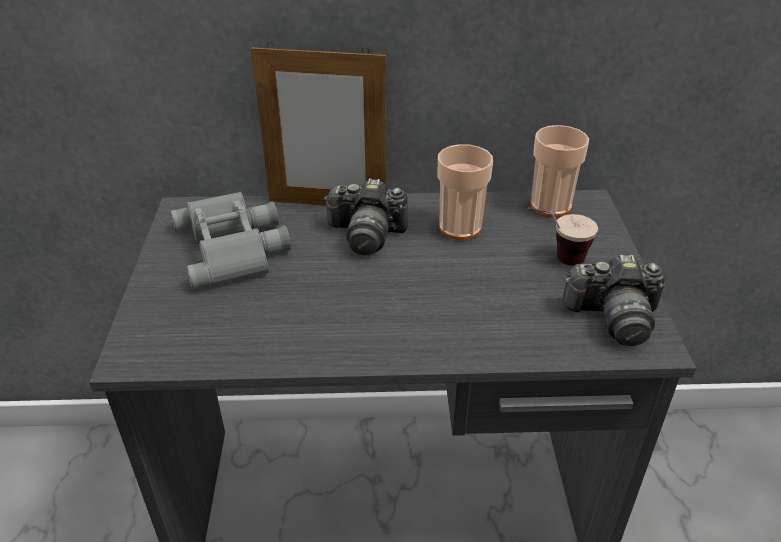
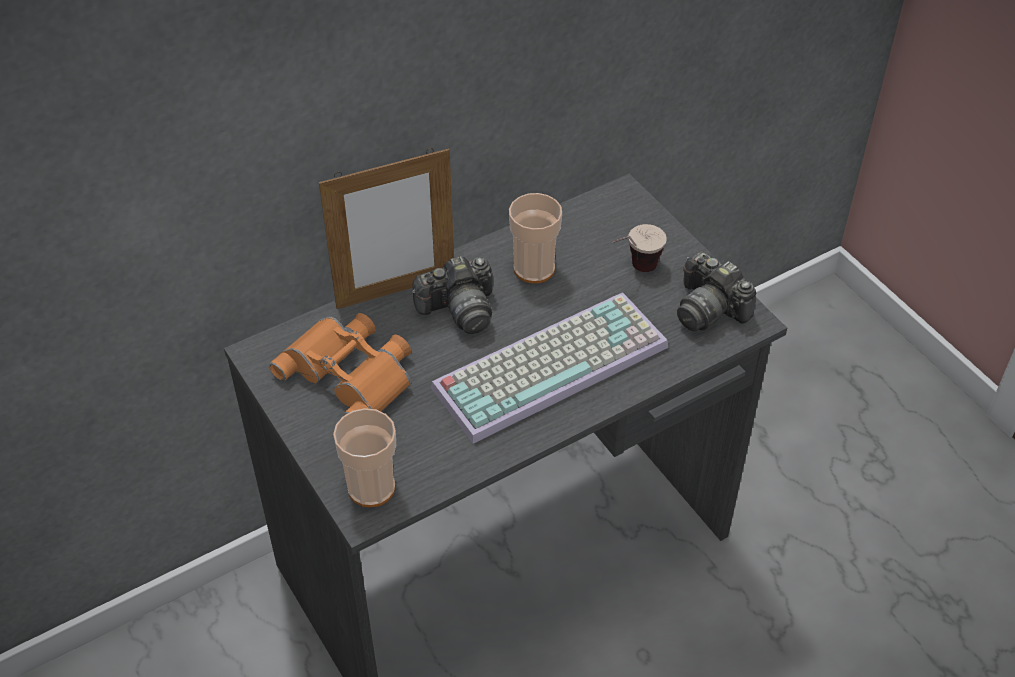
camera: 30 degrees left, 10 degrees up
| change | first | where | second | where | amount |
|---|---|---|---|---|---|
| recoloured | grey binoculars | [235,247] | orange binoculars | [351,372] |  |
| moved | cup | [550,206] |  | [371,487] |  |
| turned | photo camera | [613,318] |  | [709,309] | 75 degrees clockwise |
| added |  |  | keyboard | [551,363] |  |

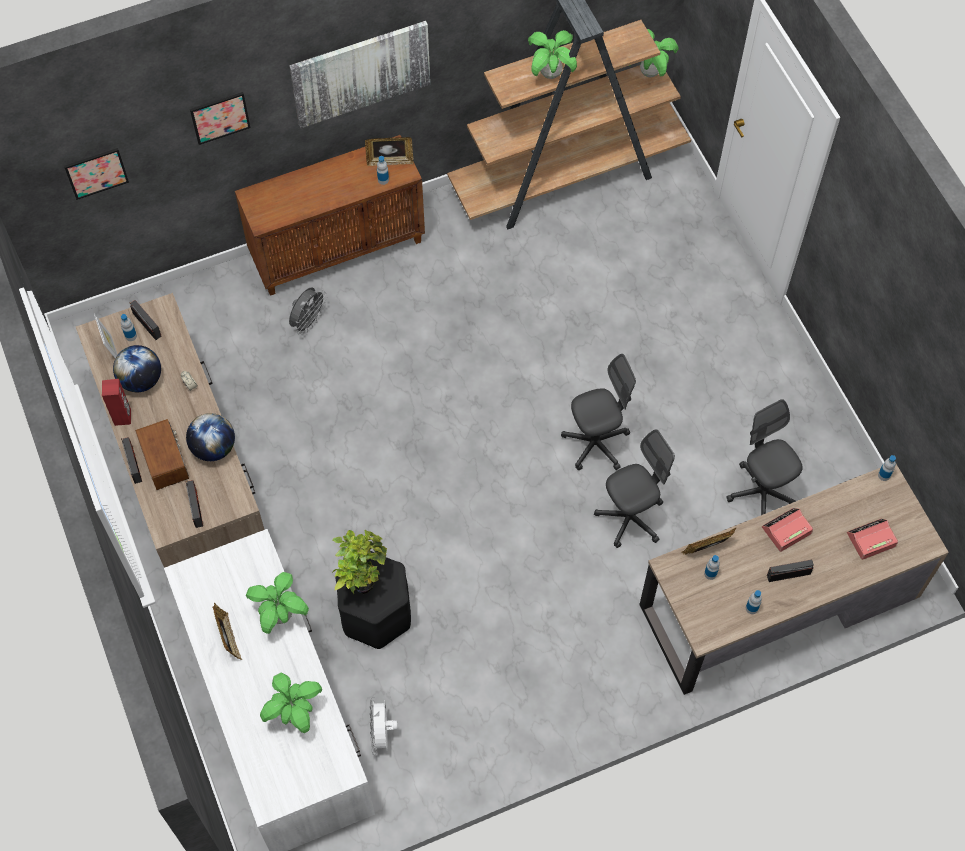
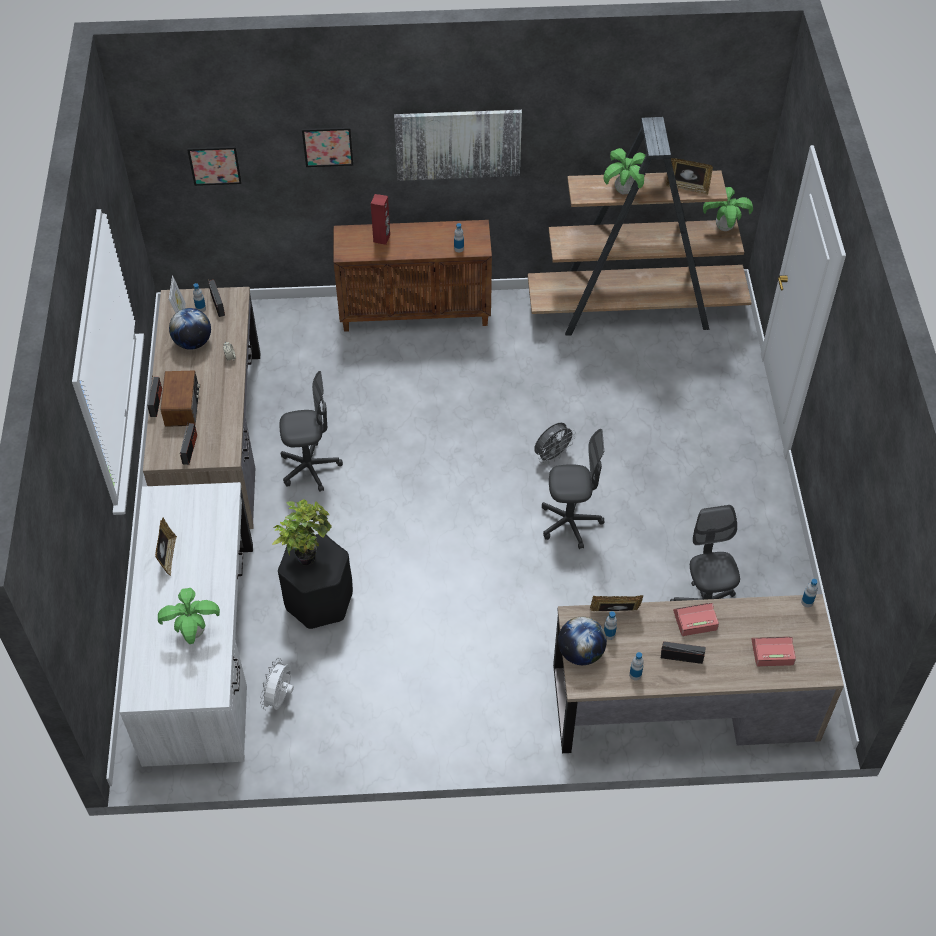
camera: 20 degrees right, 10 degrees down
| change | first | where | second | where | amount |
|---|---|---|---|---|---|
| moved | red speaker | [123,417] |  | [382,238] |  |
| moved | globe | [214,448] |  | [580,653] |  |
| removed | potted plant | [280,615] |  |  |  |
| moved | grey fan | [308,321] |  | [552,455] |  |
| moved | picture frame | [390,161] |  | [687,187] |  |
| moved | grey office chair | [630,518] |  | [310,468] |  |

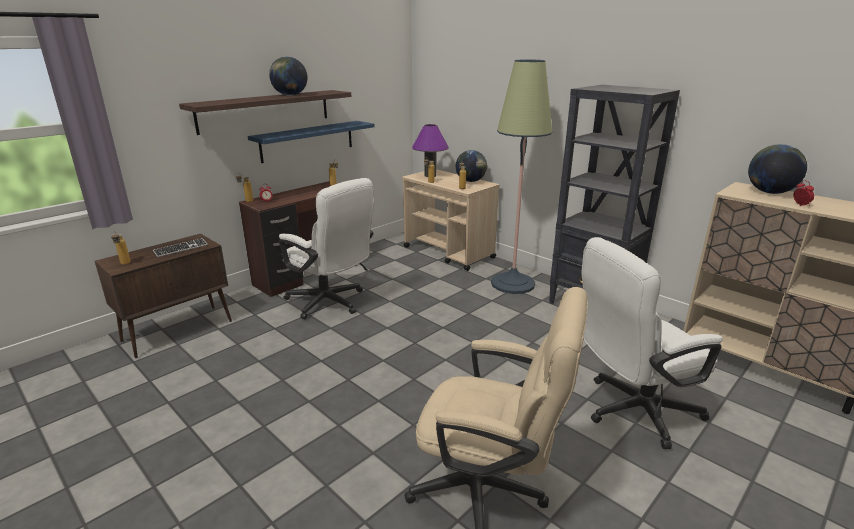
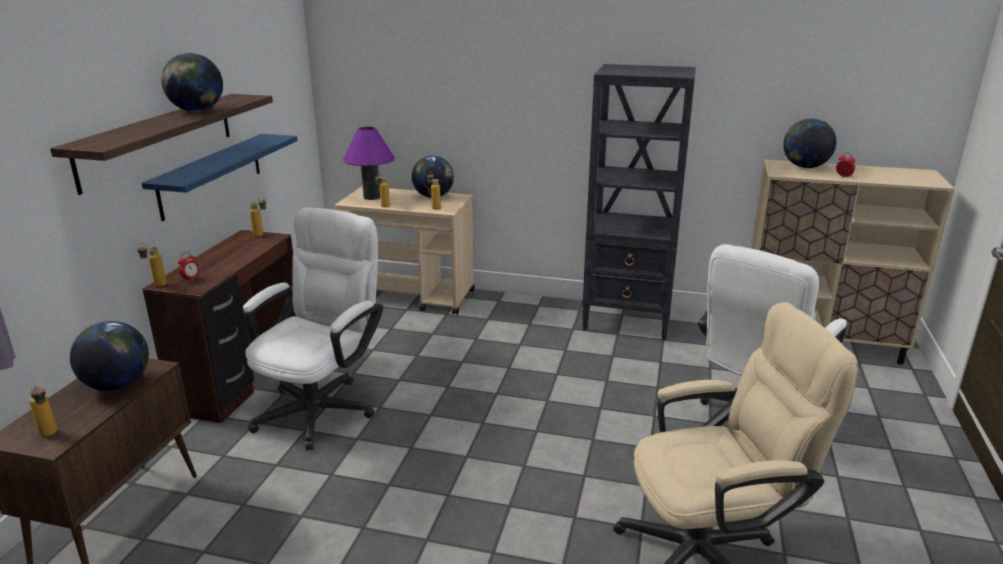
camera: 30 degrees left, 0 degrees up
| change | first | where | second | where | amount |
|---|---|---|---|---|---|
| replaced | keyboard | [181,249] | globe | [117,385] |  |
| turned | white office chair | [331,303] |  | [322,406] | 75 degrees counterclockwise |
| removed | floor lamp | [512,283] |  |  |  |

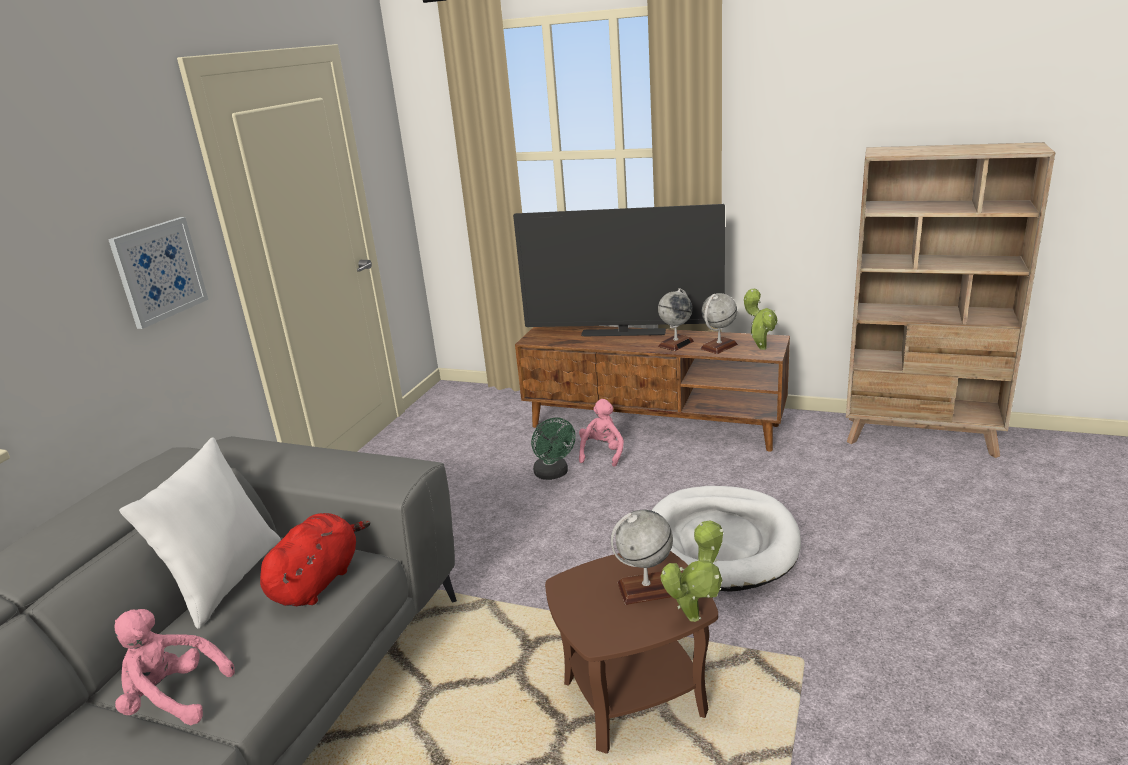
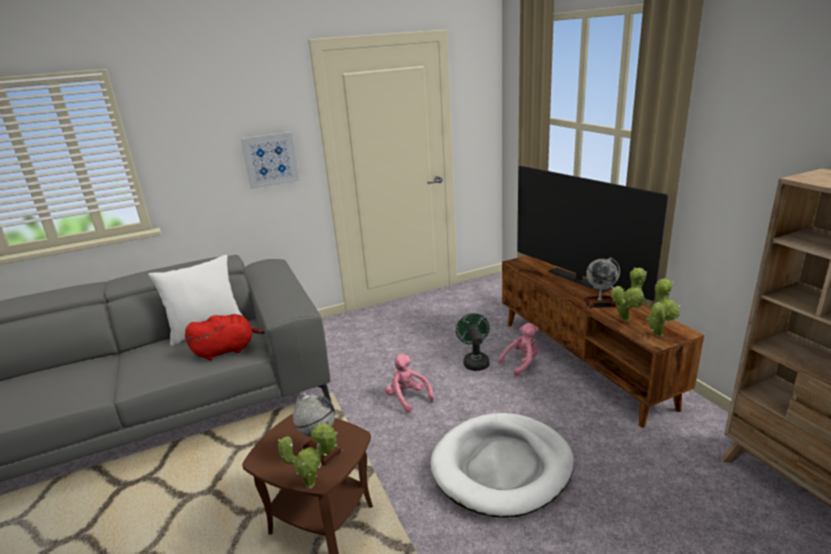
camera: 45 degrees right, 0 degrees up
| change | first | where | second | where | amount |
|---|---|---|---|---|---|
| moved | pink plush toy | [173,698] |  | [408,398] |  |
| turned | green fan | [553,474] |  | [475,361] | 150 degrees clockwise |
| replaced | globe | [719,346] | potted plant | [626,318] |  |

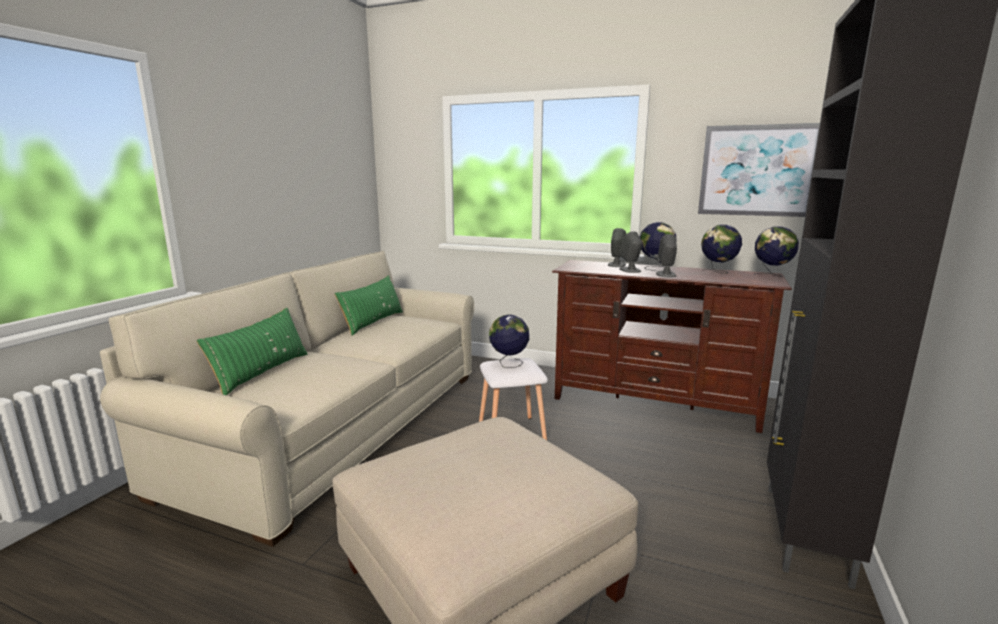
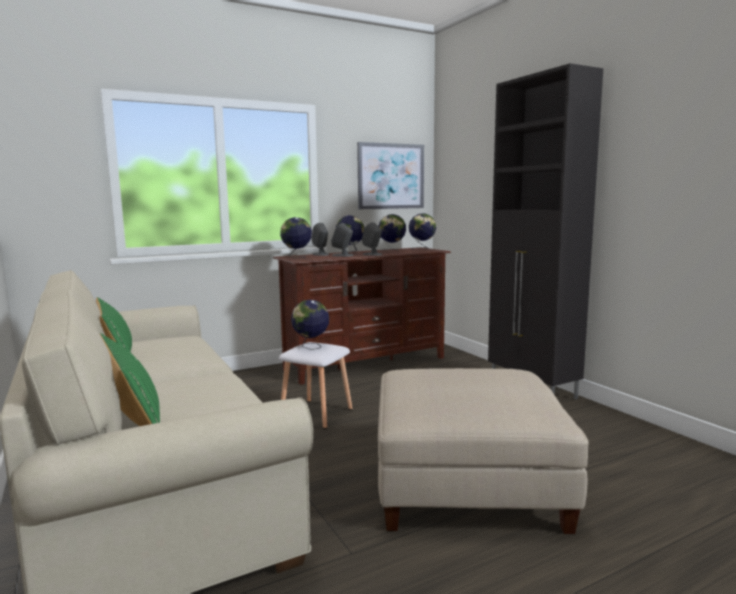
camera: 50 degrees left, 5 degrees down
| change | first | where | second | where | amount |
|---|---|---|---|---|---|
| added |  |  | globe | [296,257] |  |

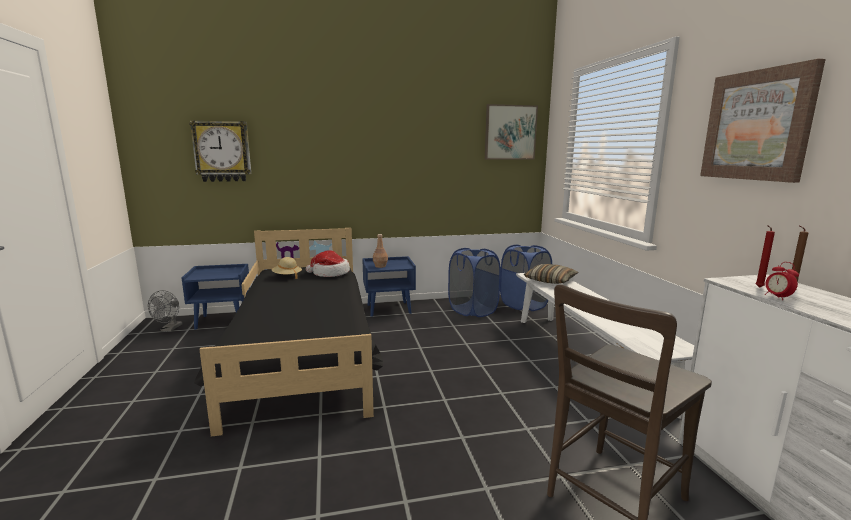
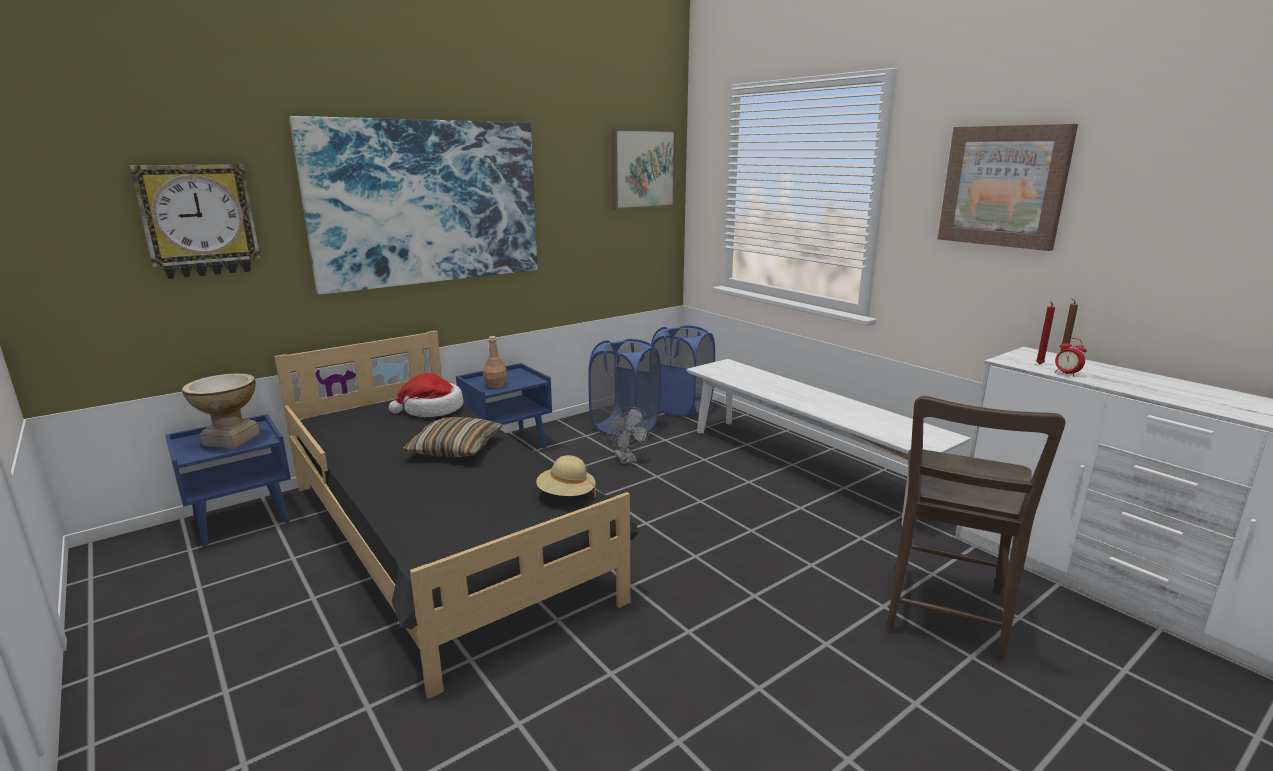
camera: 25 degrees left, 5 degrees up
| change | first | where | second | where | amount |
|---|---|---|---|---|---|
| moved | grey fan | [169,329] |  | [627,460] |  |
| moved | beige hat | [287,276] |  | [566,495] |  |
| moved | pillow | [550,280] |  | [455,448] |  |
| added |  |  | vase | [231,440] |  |
| added |  |  | picture | [428,202] |  |

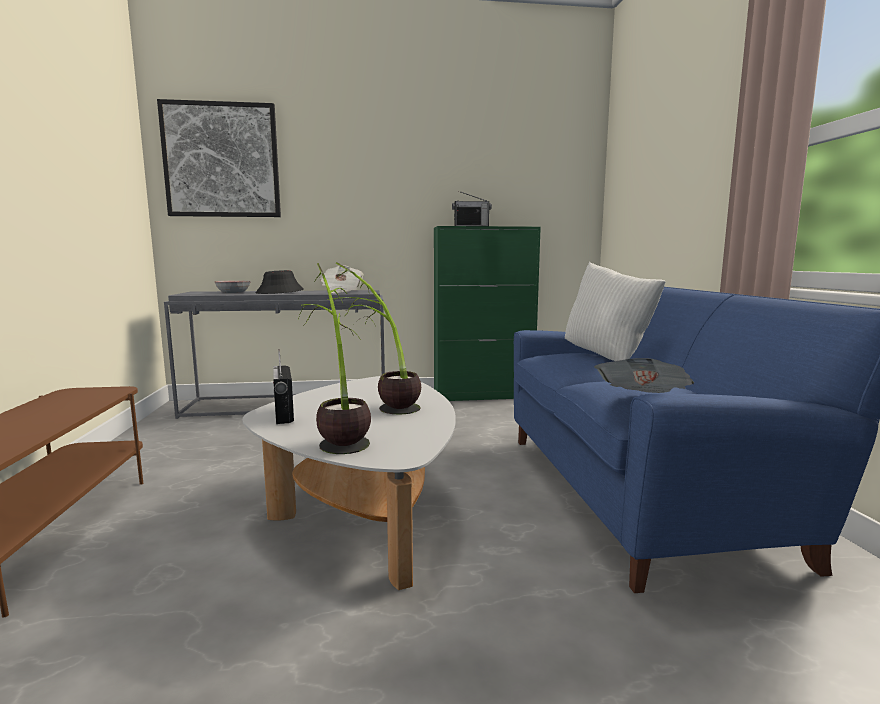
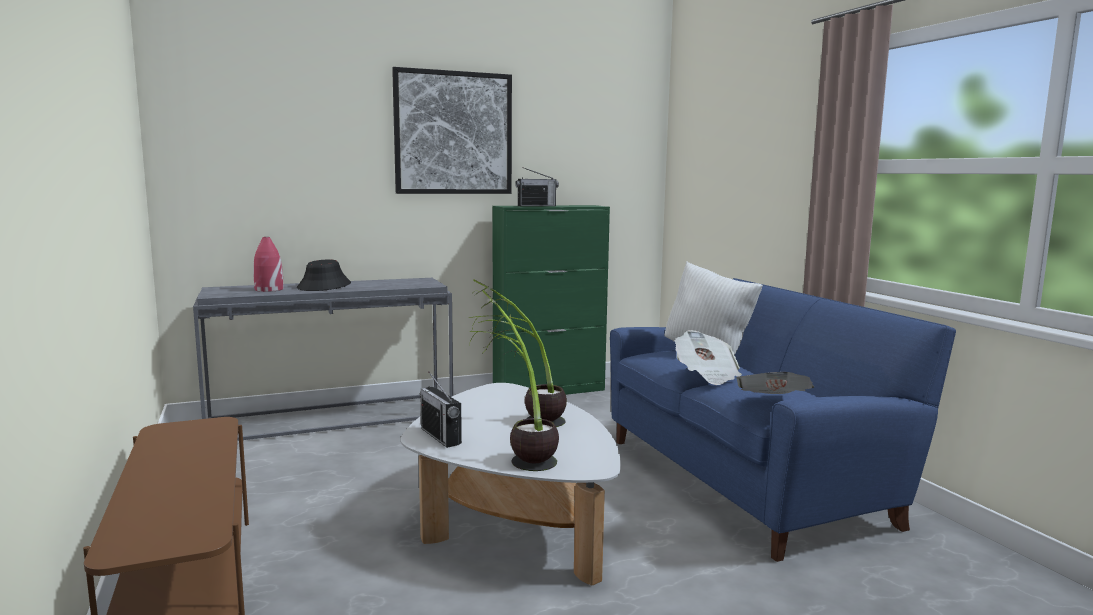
camera: 15 degrees left, 0 degrees up
| change | first | where | second | where | amount |
|---|---|---|---|---|---|
| moved | picture | [222,160] |  | [453,133] |  |
| replaced | bowl | [233,292] | red vase | [268,289] |  |
| moved | newspaper | [341,291] |  | [706,375] |  |

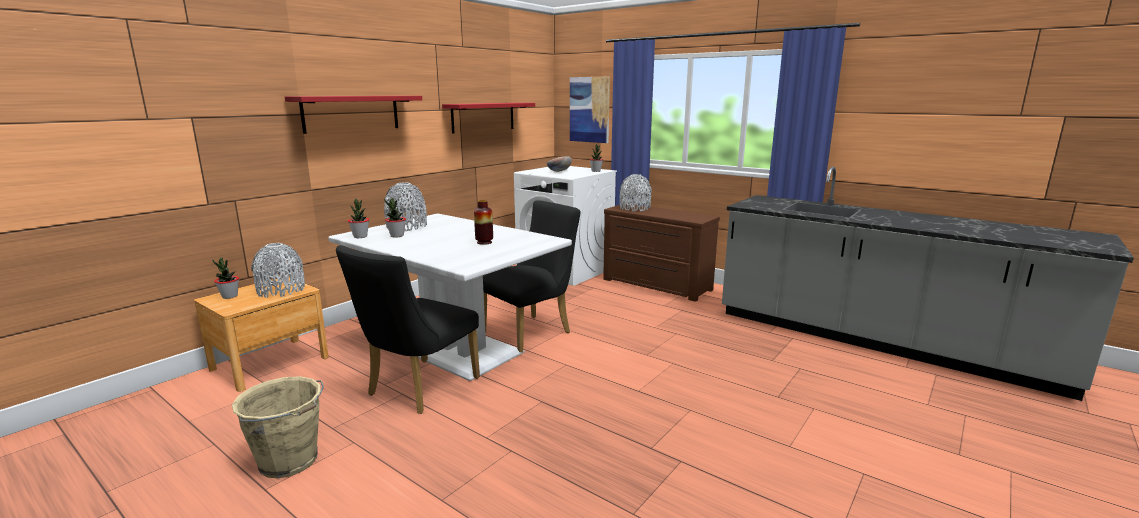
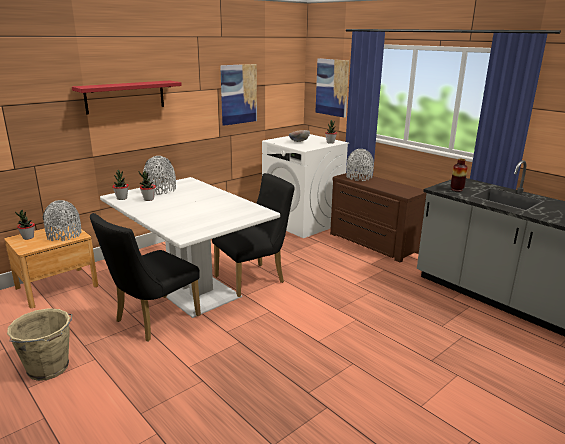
camera: 10 degrees right, 5 degrees up
| change | first | where | second | where | amount |
|---|---|---|---|---|---|
| replaced | red shelf | [483,117] | picture | [238,94] |  |
| moved | vase | [484,242] |  | [456,190] |  |

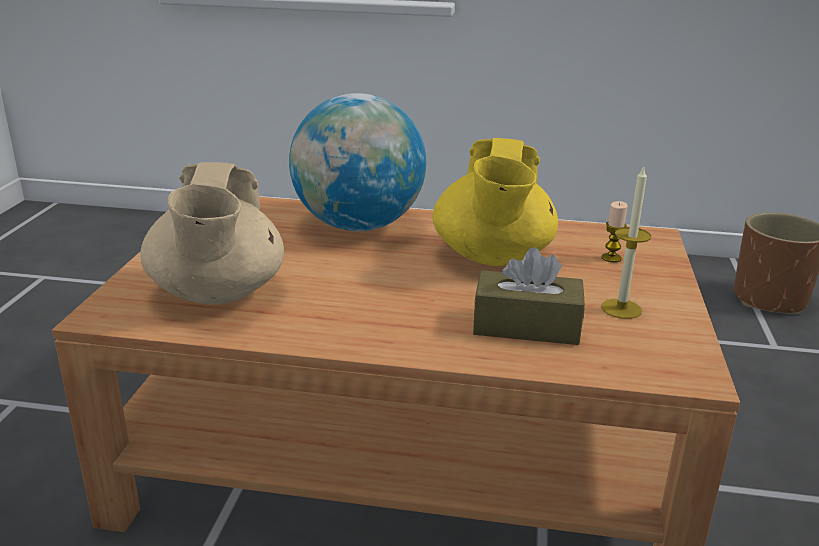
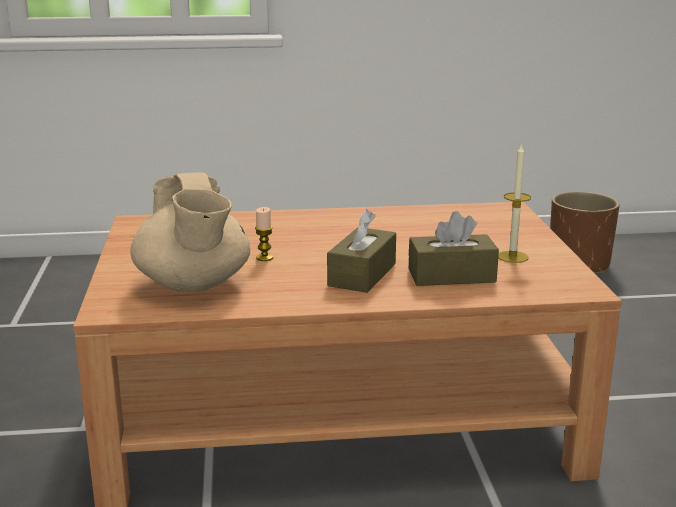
camera: 15 degrees left, 5 degrees down
| change | first | where | second | where | amount |
|---|---|---|---|---|---|
| removed | globe | [358,226] |  |  |  |
| removed | yellow teapot | [492,257] |  |  |  |
| moved | candle | [611,258] |  | [264,258] |  |
| added |  |  | brown tissue box | [362,275] |  |

